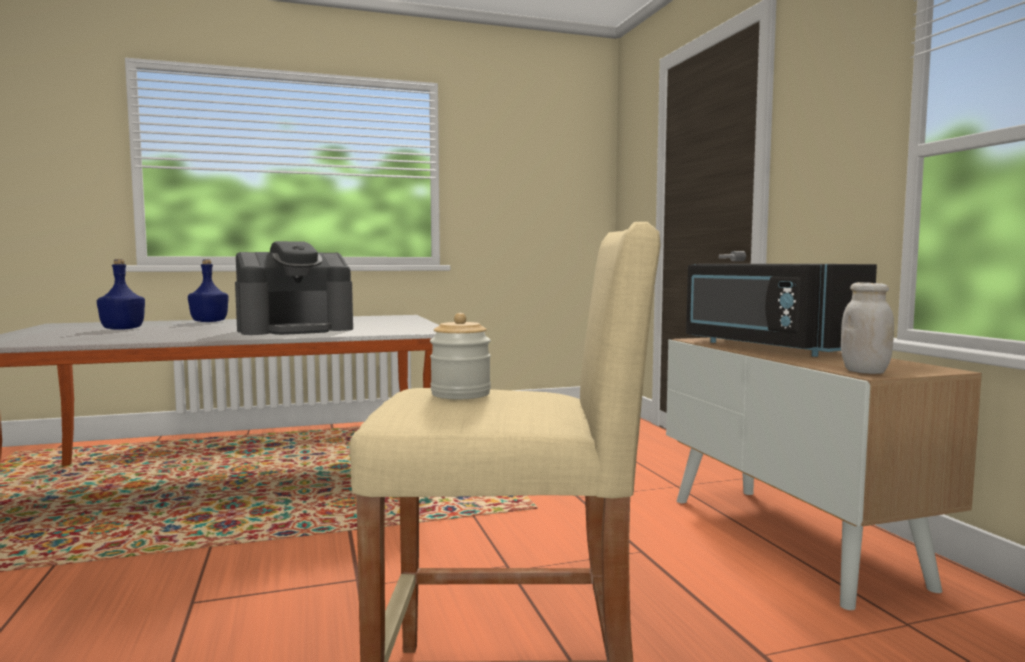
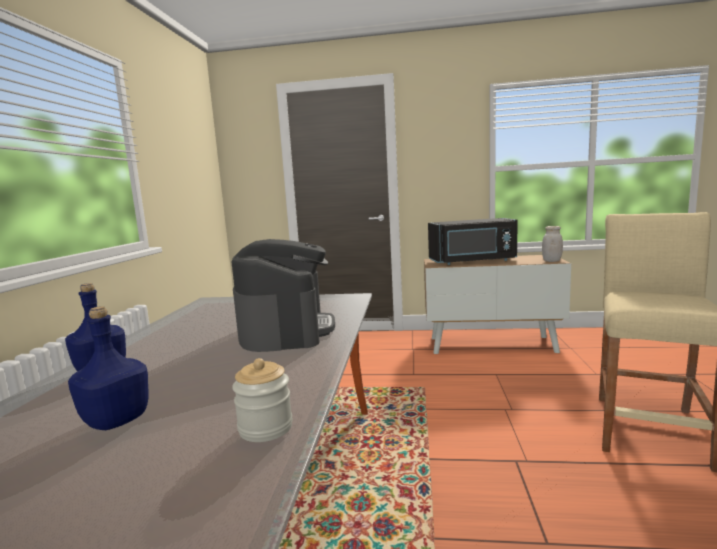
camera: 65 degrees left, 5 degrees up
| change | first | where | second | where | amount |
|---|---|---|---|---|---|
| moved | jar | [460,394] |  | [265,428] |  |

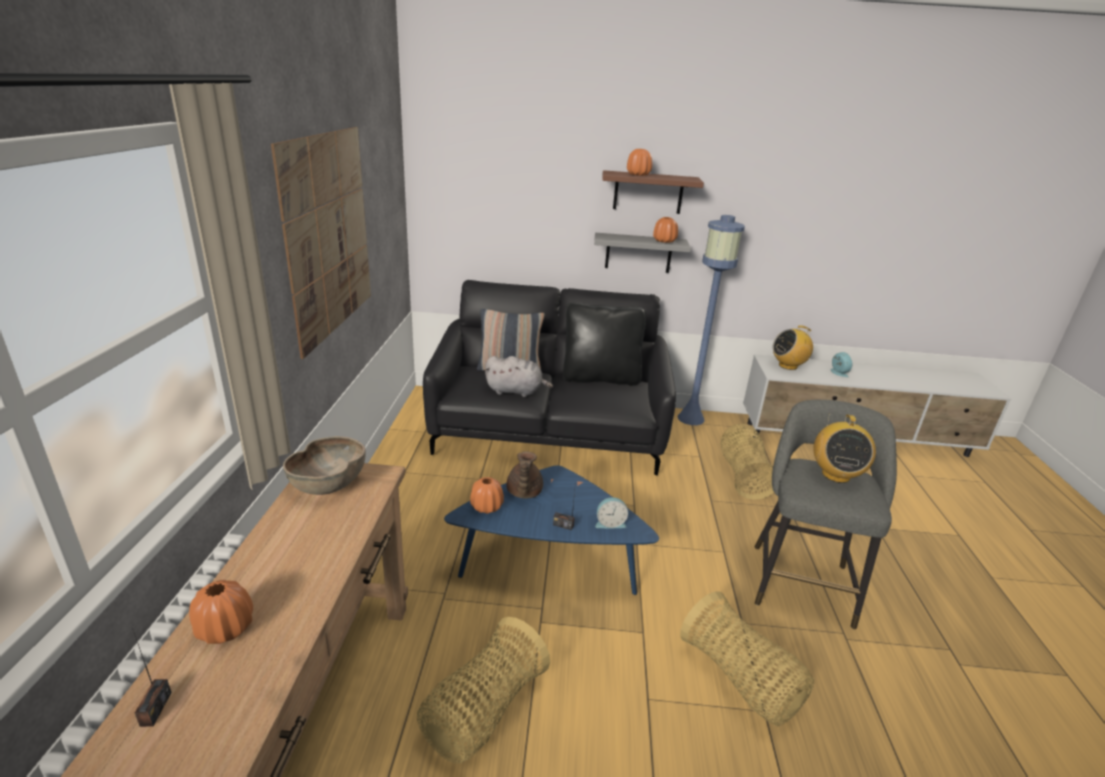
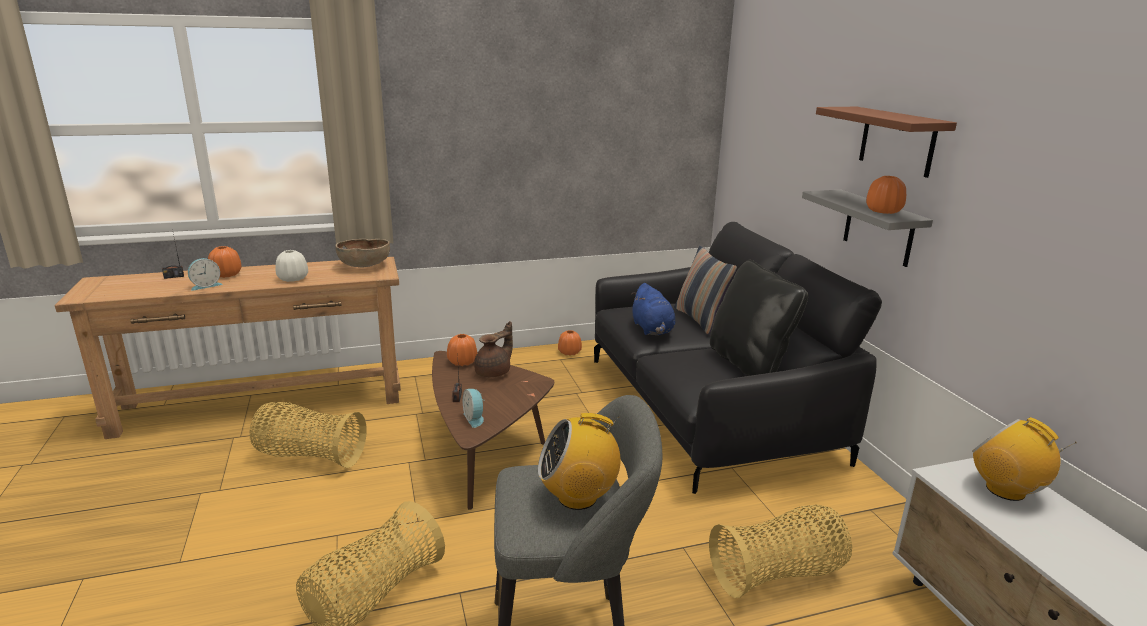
camera: 70 degrees right, 5 degrees down
| change | first | where | second | where | amount |
|---|---|---|---|---|---|
| removed | picture | [328,235] |  |  |  |
| recoloured | blue coffee table | [549,564] | brown coffee table | [484,452] |  |
| recoloured | grey plush toy | [516,391] | blue plush toy | [652,330] |  |
| turned | brown teapot | [523,492] |  | [494,372] | 150 degrees clockwise |
| moved | orange vase | [638,175] |  | [569,352] |  |
| removed | blue floor lamp | [691,418] |  |  |  |
| moved | alarm clock | [837,372] |  | [205,285] |  |
| added |  |  | white vase | [293,279] |  |

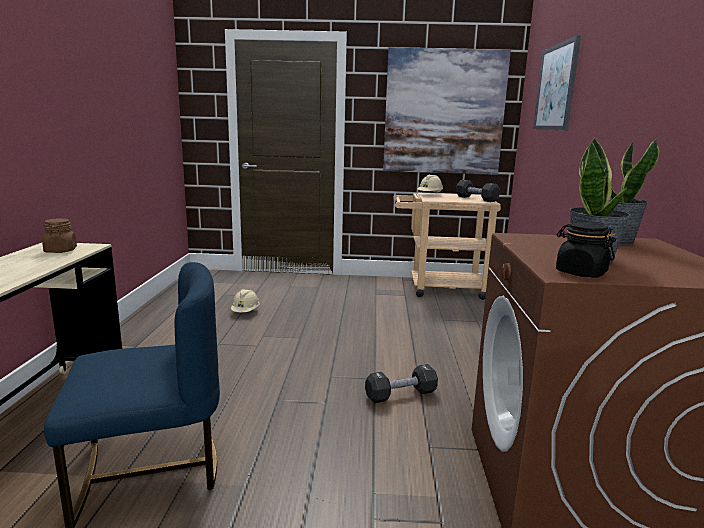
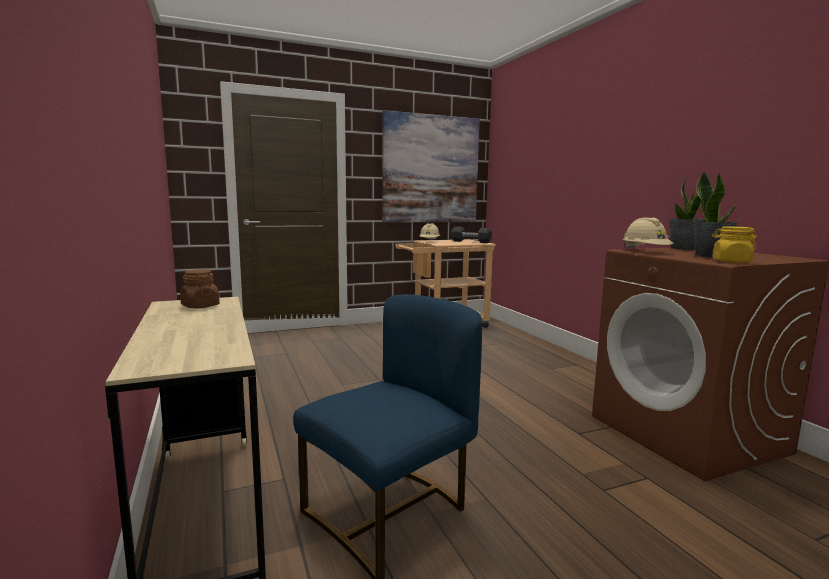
camera: 25 degrees left, 5 degrees down
| change | first | where | second | where | amount |
|---|---|---|---|---|---|
| moved | beige hard hat | [245,312] |  | [645,251] |  |
| removed | black dumbbell | [401,395] |  |  |  |
| removed | picture | [556,88] |  |  |  |
| recoloured | black jar | [580,273] | yellow jar | [731,261] |  |

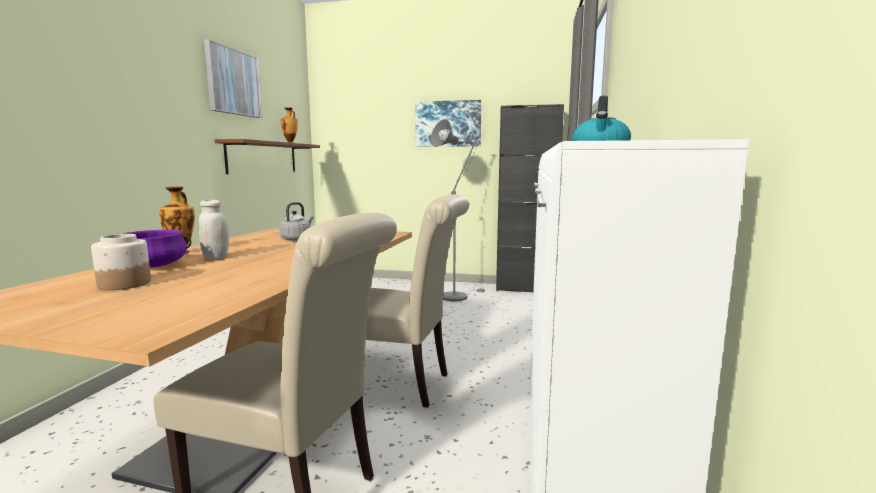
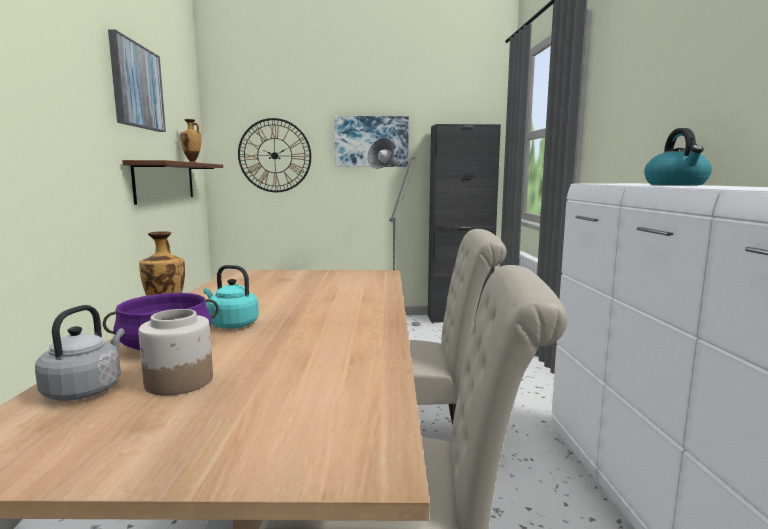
camera: 15 degrees left, 0 degrees up
| change | first | where | second | where | amount |
|---|---|---|---|---|---|
| replaced | white jar | [216,257] | turquoise kettle | [231,324] |  |
| moved | grey kettle | [297,239] |  | [86,389] |  |
| added |  |  | wall clock | [274,155] |  |

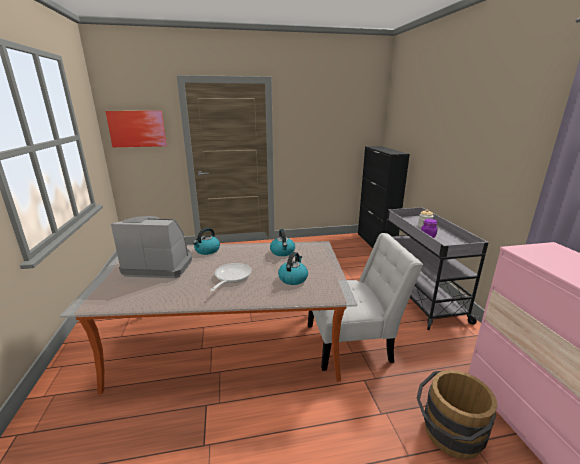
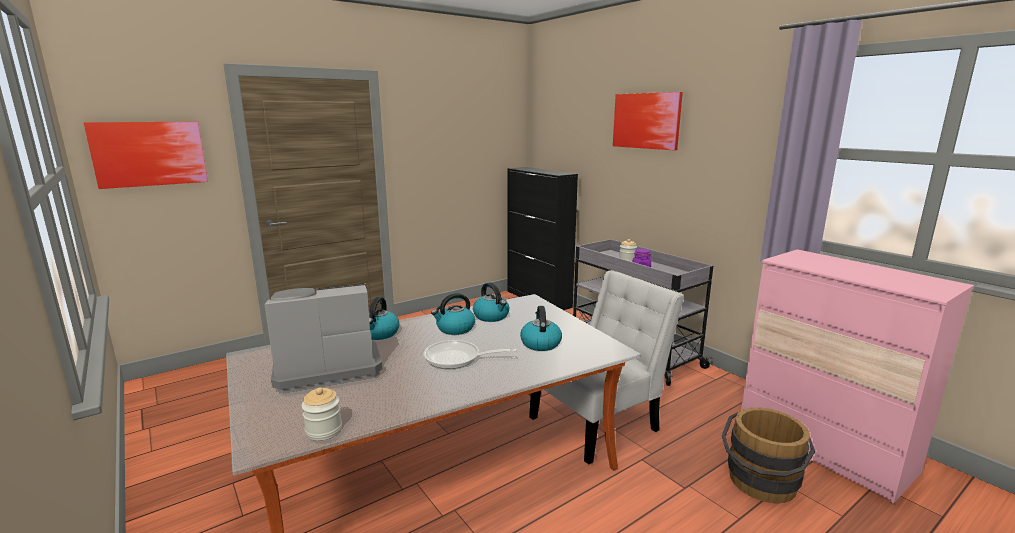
camera: 25 degrees left, 5 degrees down
| change | first | where | second | where | amount |
|---|---|---|---|---|---|
| turned | frying pan | [231,277] |  | [457,358] | 75 degrees counterclockwise |
| added |  |  | jar | [324,430] |  |
| added |  |  | kettle | [455,329] |  |
| added |  |  | picture | [646,121] |  |

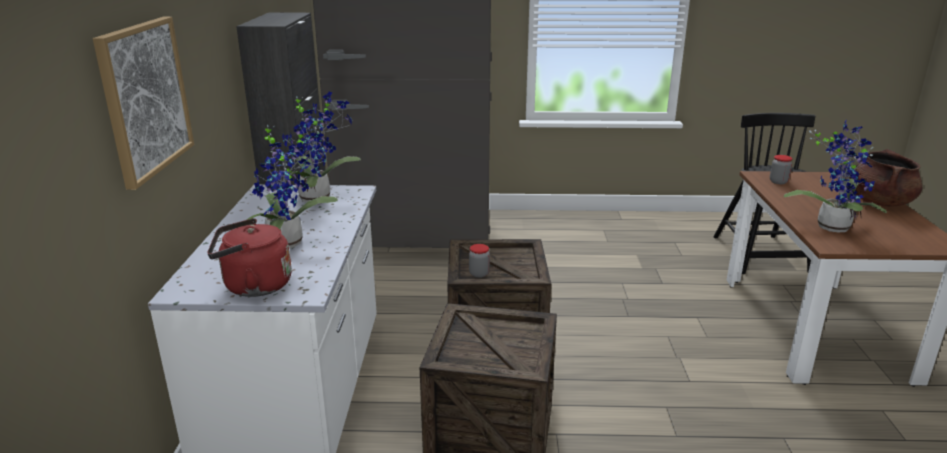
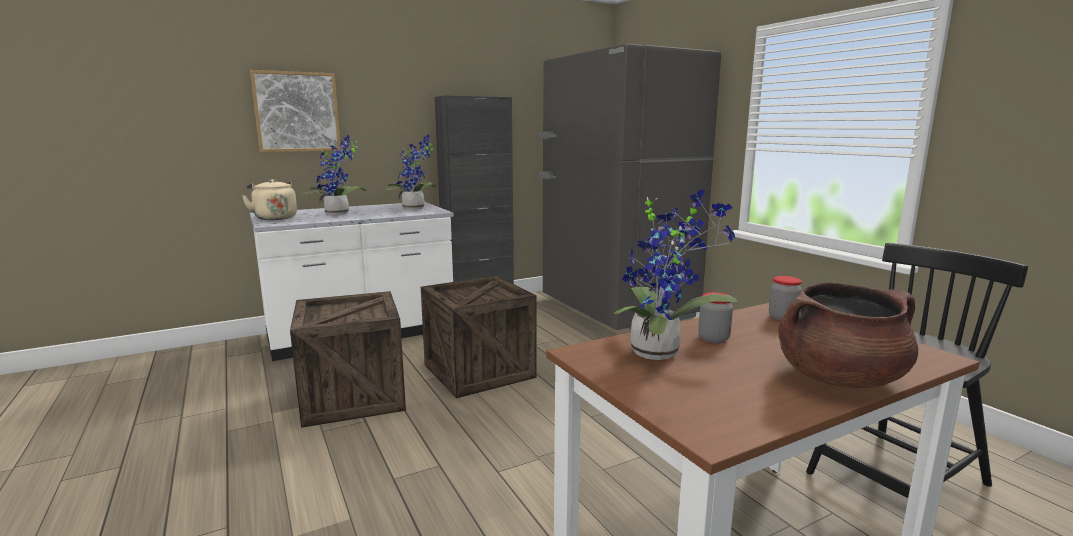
camera: 60 degrees right, 10 degrees down
| change | first | where | second | where | amount |
|---|---|---|---|---|---|
| recoloured | red kettle | [253,286] | beige kettle | [274,218] |  |
| moved | jar | [479,274] |  | [713,339] |  |

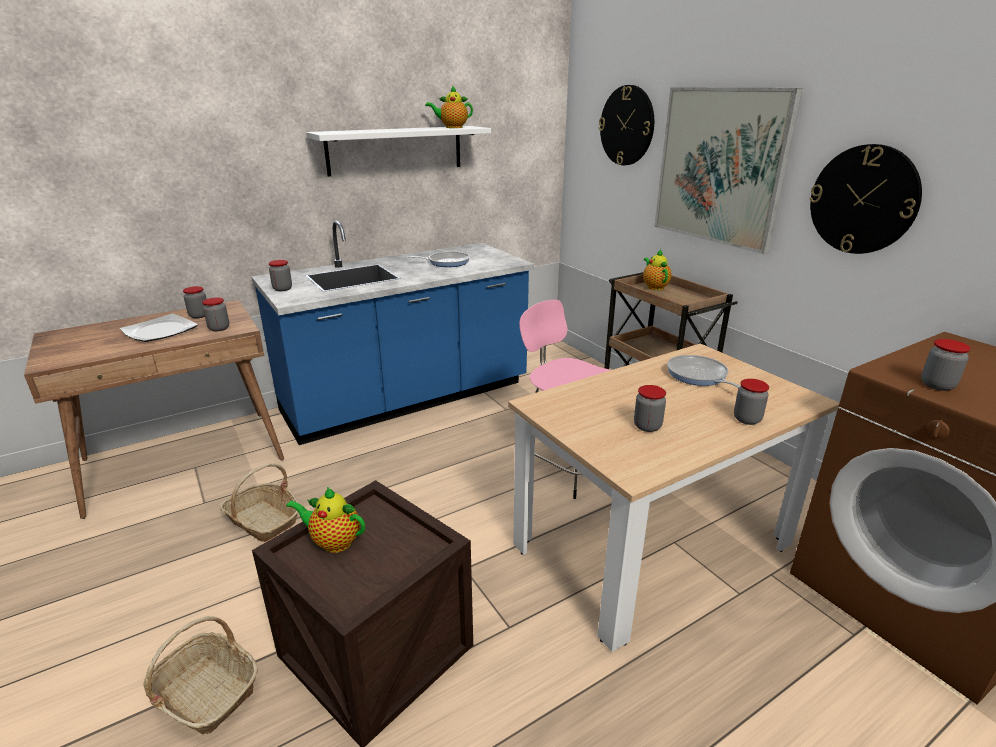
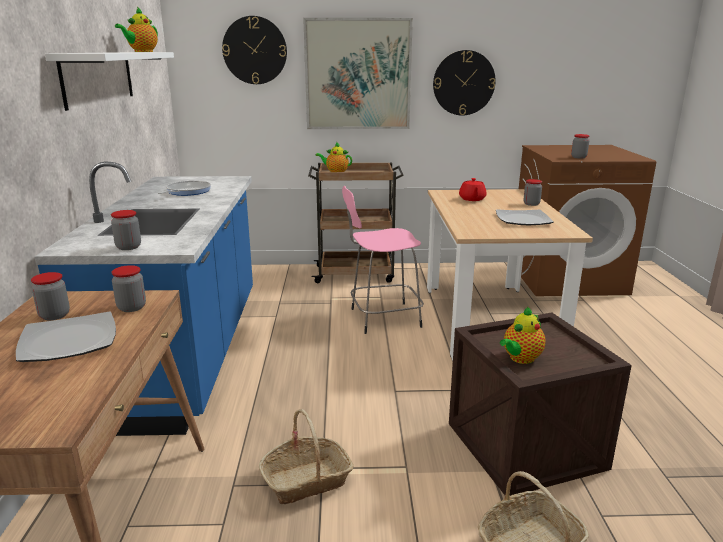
camera: 60 degrees left, 5 degrees down
| change | first | where | second | where | amount |
|---|---|---|---|---|---|
| replaced | jar | [647,426] | plate | [522,220] |  |
| replaced | frying pan | [698,376] | red teapot | [472,199] |  |

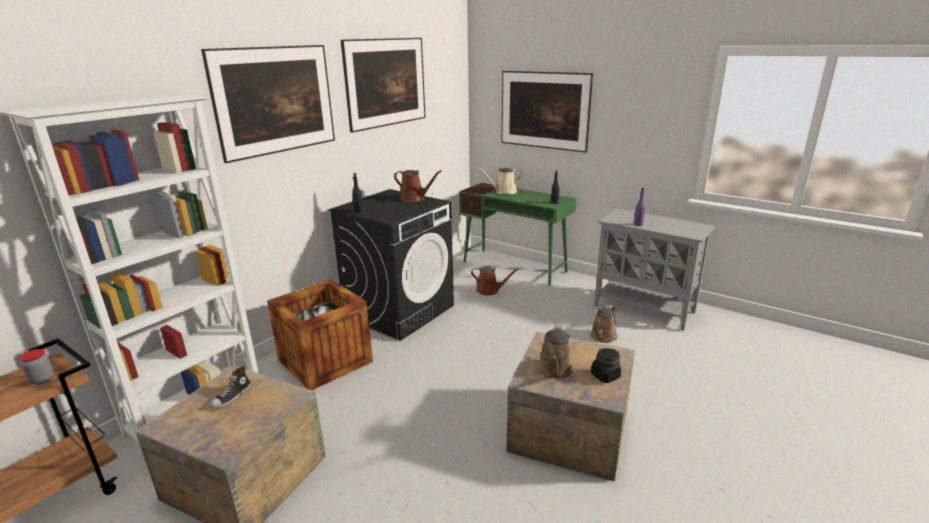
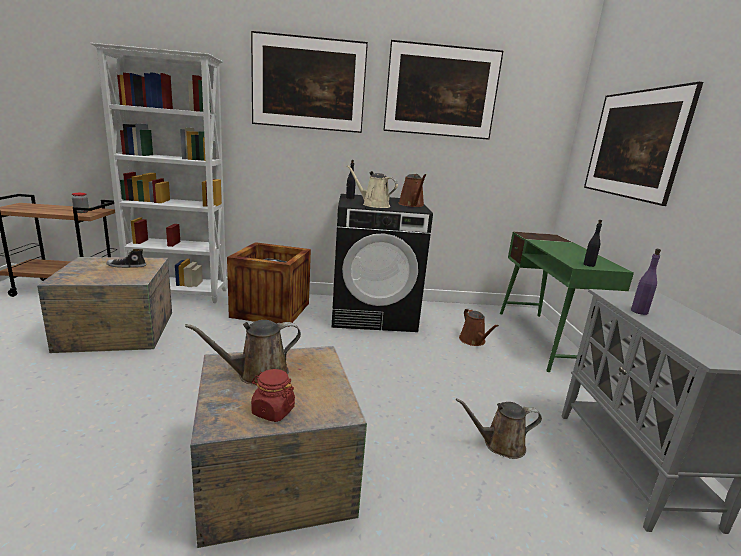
camera: 50 degrees right, 5 degrees down
| change | first | where | second | where | amount |
|---|---|---|---|---|---|
| moved | beige watering can | [504,192] |  | [373,205] |  |
| recoloured | black jar | [605,376] | red jar | [272,411] |  |

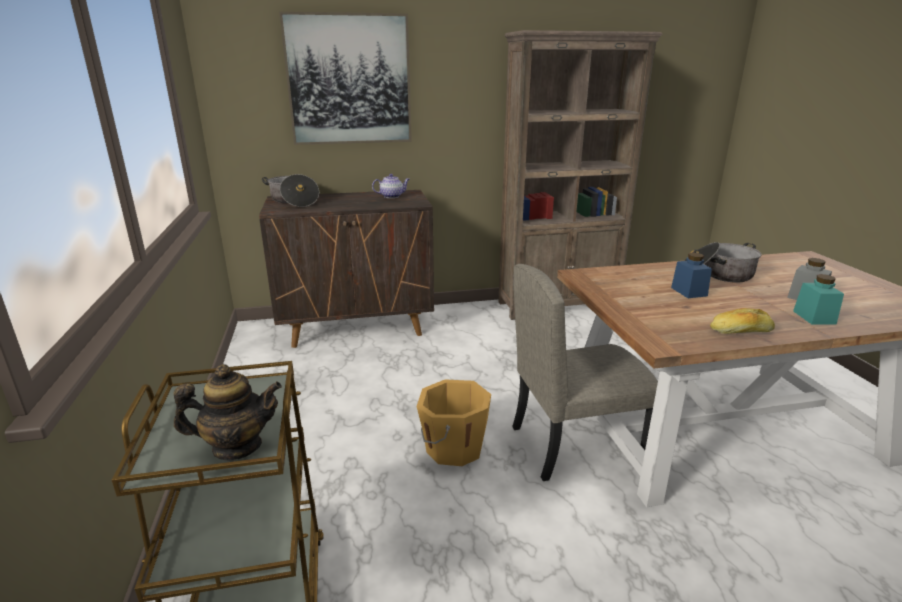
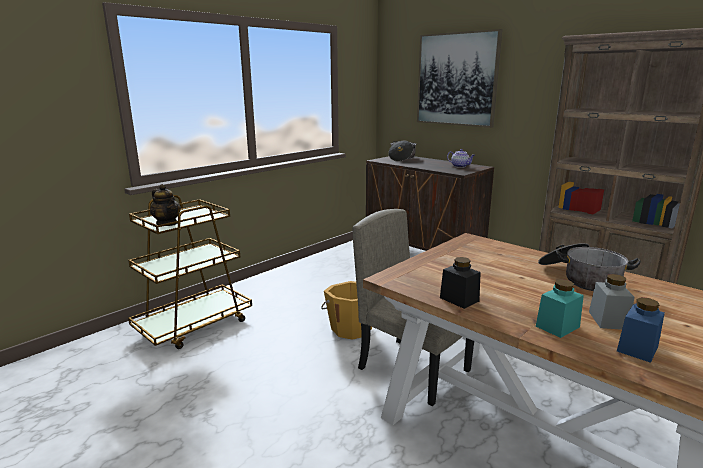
camera: 55 degrees right, 5 degrees down
| change | first | where | second | where | amount |
|---|---|---|---|---|---|
| moved | blue jar | [689,292] |  | [637,348] |  |
| replaced | bread | [740,332] | black jar | [459,299] |  |

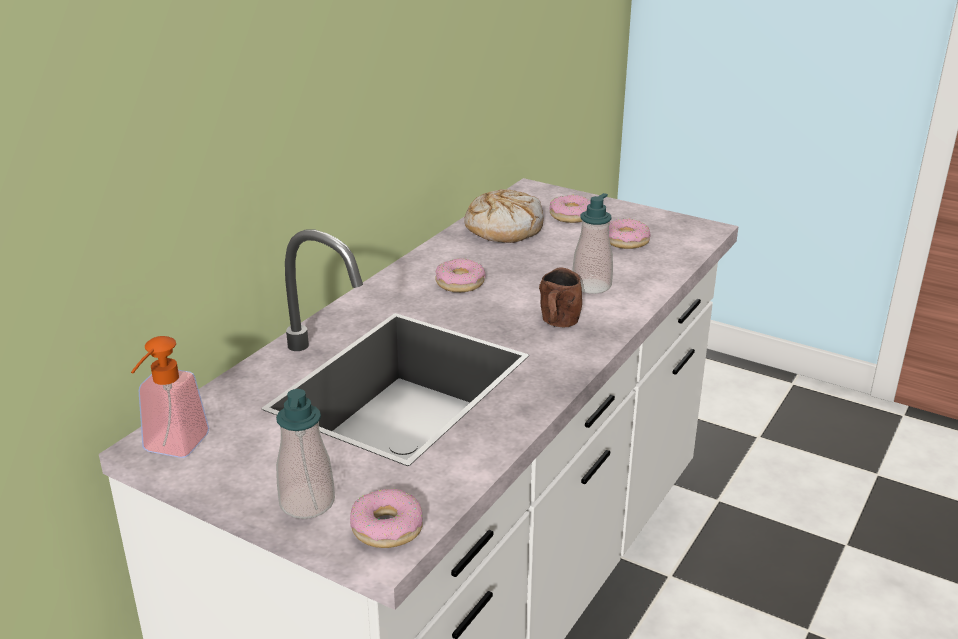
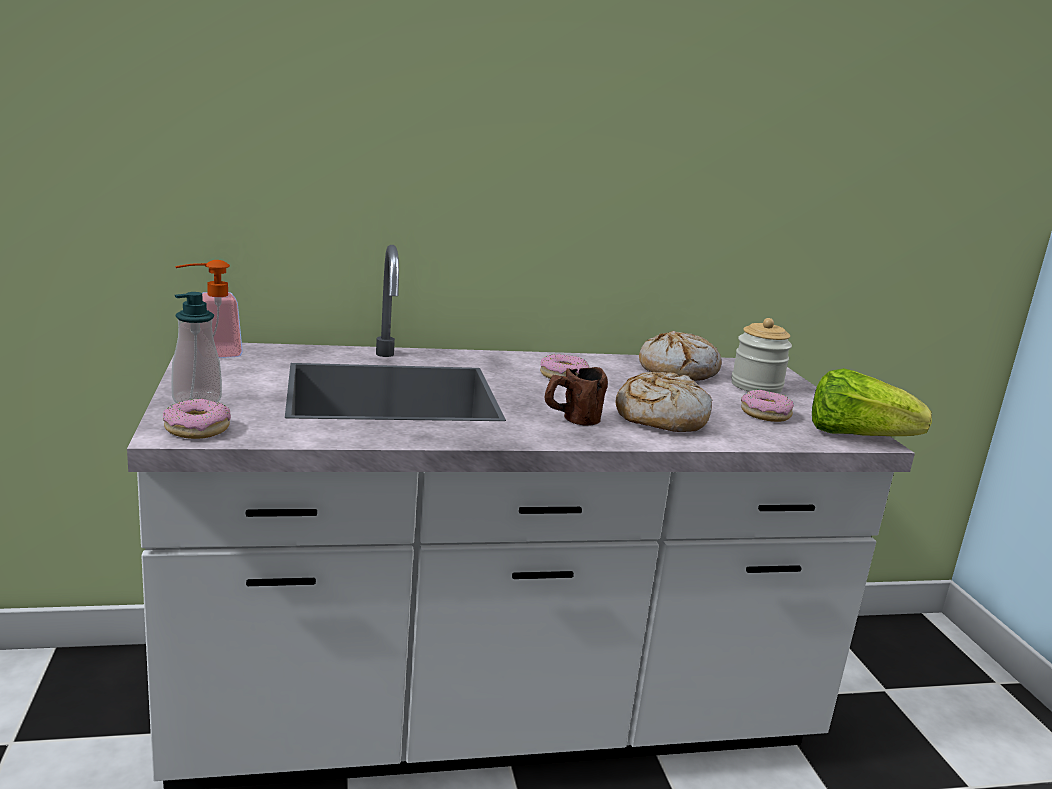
camera: 45 degrees right, 10 degrees down
| change | first | where | second | where | amount |
|---|---|---|---|---|---|
| replaced | donut | [570,215] | jar | [756,386] |  |
| replaced | soap dispenser | [591,285] | bread | [660,418] |  |
| added |  |  | lettuce | [856,436] |  |

